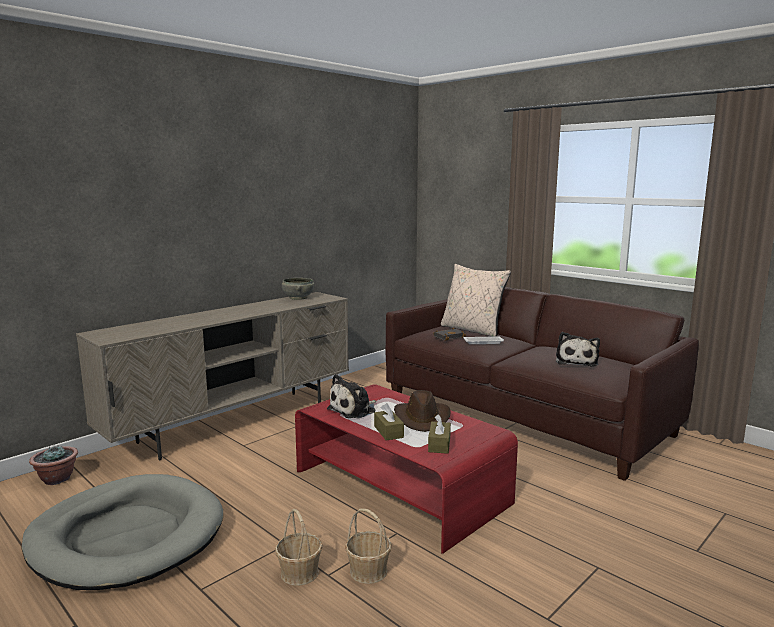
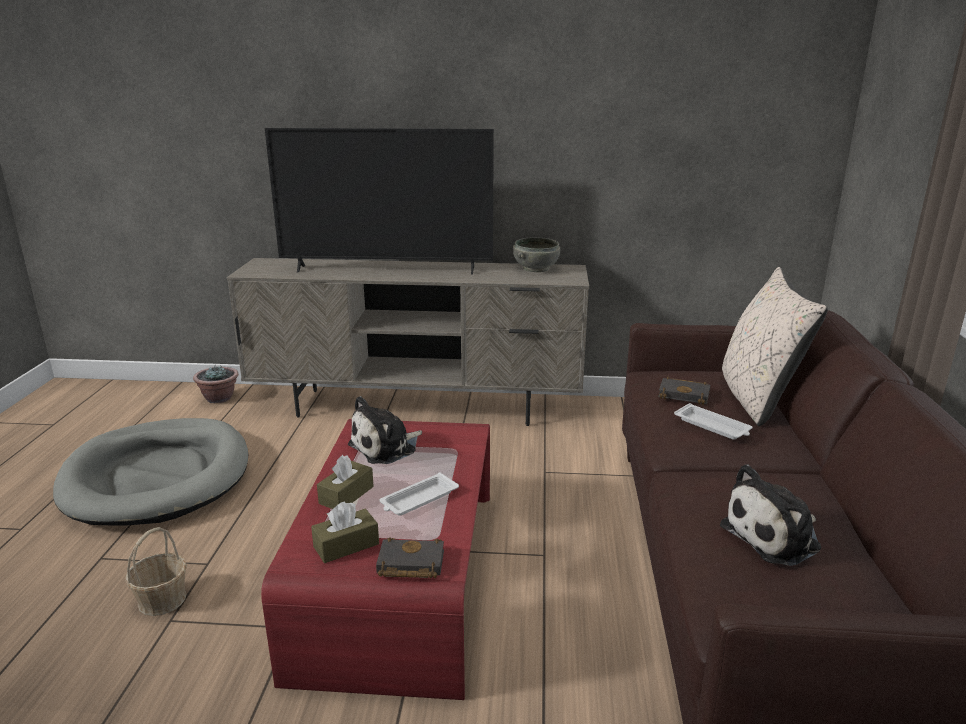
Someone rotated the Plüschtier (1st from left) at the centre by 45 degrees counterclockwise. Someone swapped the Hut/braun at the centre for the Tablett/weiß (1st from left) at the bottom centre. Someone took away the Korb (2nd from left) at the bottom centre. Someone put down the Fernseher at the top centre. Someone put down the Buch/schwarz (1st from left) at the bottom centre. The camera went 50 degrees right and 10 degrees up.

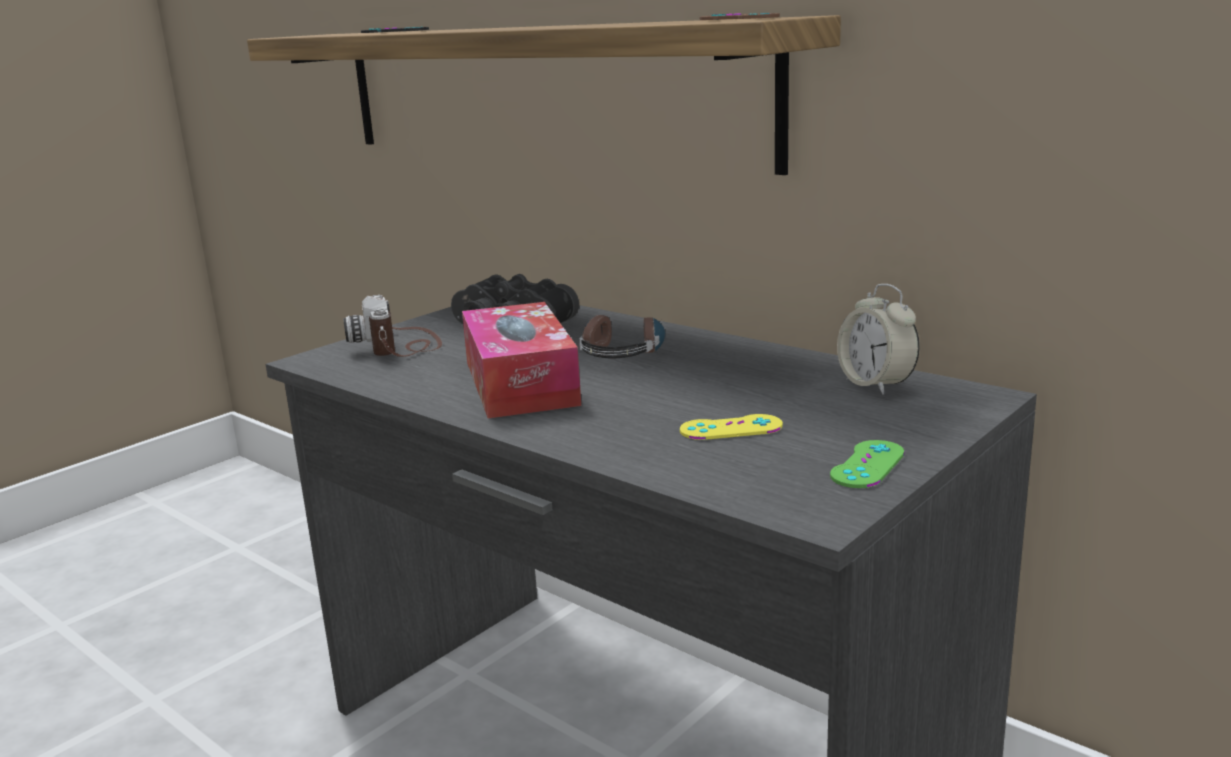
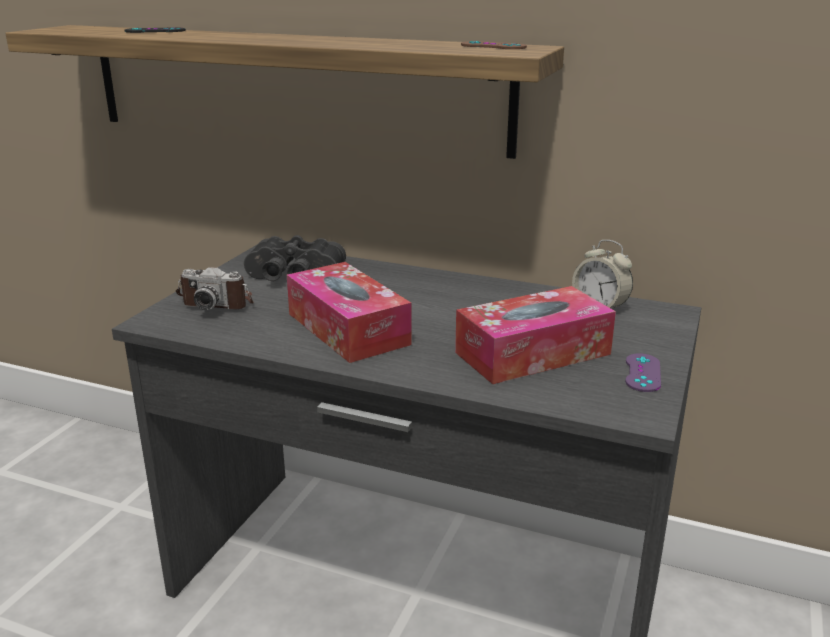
Someone rotated the Kamera at the middle left by 45 degrees counterclockwise. Someone took away the Kopfhörer at the centre. Someone swapped the Gamepad/gelb at the centre for the Taschentuchbox (2nd from left) at the centre. Someone repainted the Gamepad/grün at the middle right, which became the Gamepad/lila at the middle right. The camera went 20 degrees left and 5 degrees up.

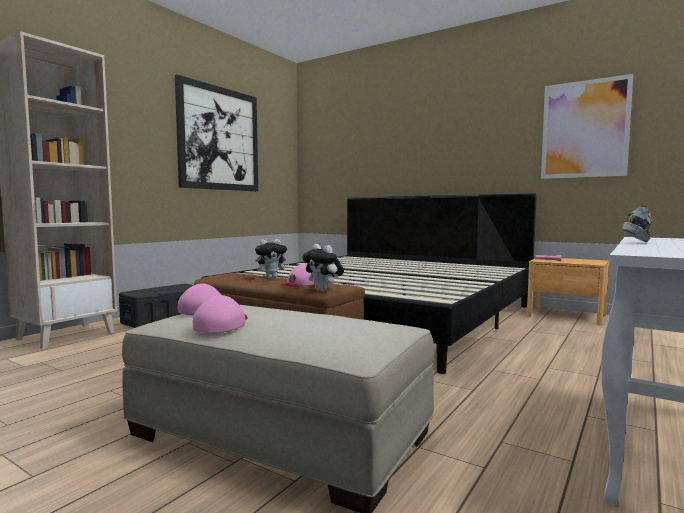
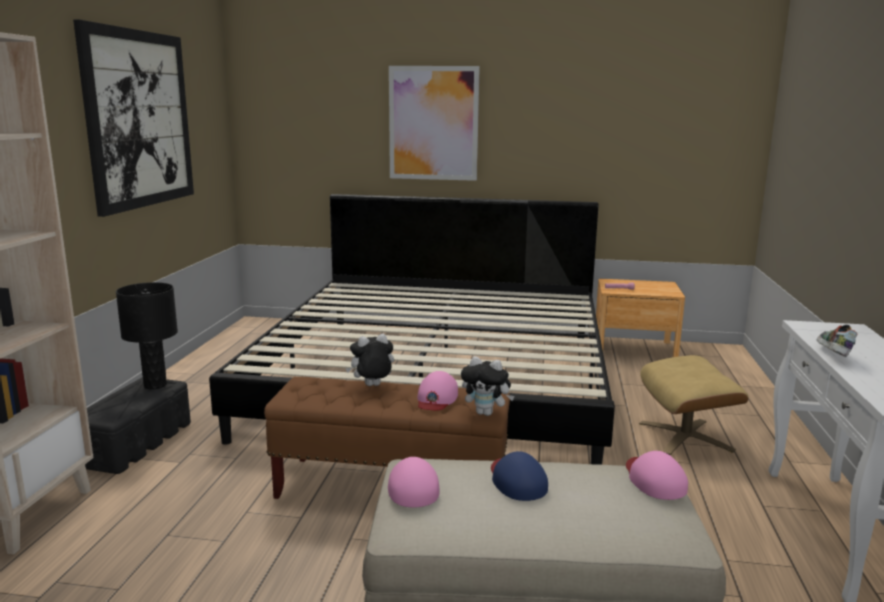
Someone carried the Bild (2nd from left) from the top right to the top centre. Someone rotated the Plüschtier (1st from left) at the centre by 150 degrees counterclockwise. Someone carried the Kappe/rosa (2nd from left in the first image) from the middle left to the bottom right. Someone put down the Tischlampe/schwarz at the middle left. Someone put down the Polsterhocker/beige (2nd from left) at the bottom right. Someone put down the Kappe/blau at the bottom centre. The camera went 25 degrees left and 10 degrees up.

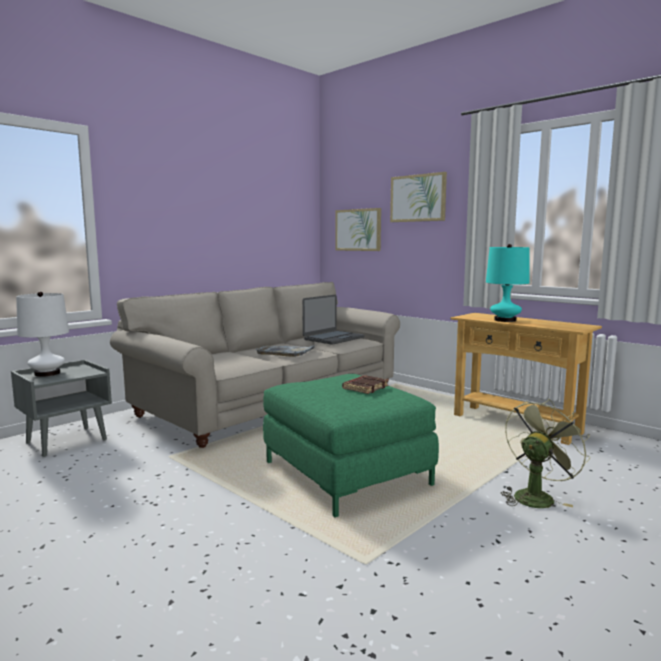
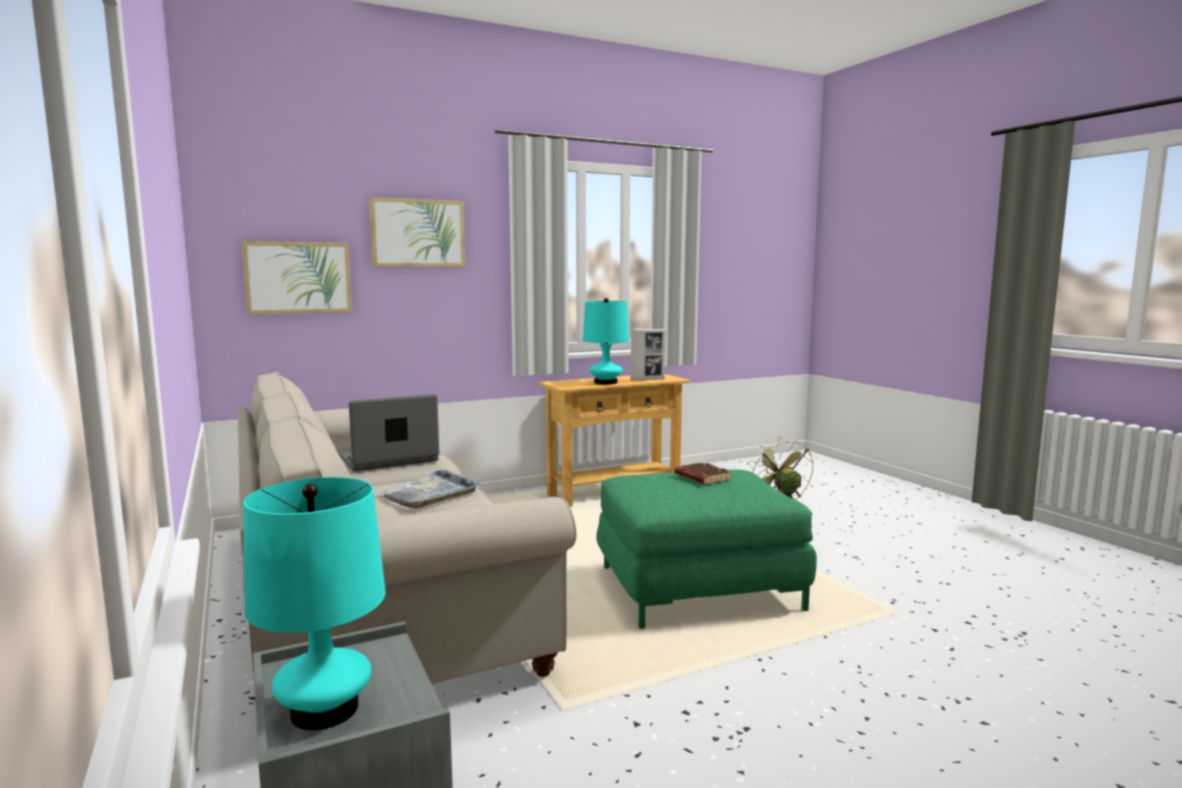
Someone repainted the Tischlampe/weiß at the middle left, which became the Tischlampe/türkis (1st from left) at the bottom left. Someone rotated the Laptop at the centre by 90 degrees counterclockwise. Someone put down the Bilderrahmen at the centre. The camera went 70 degrees left and 0 degrees up.

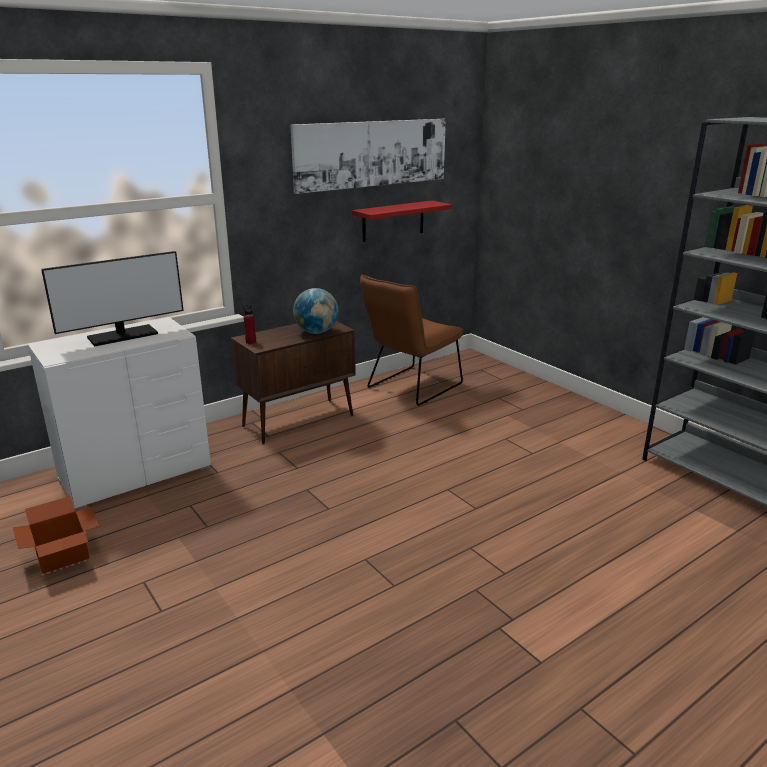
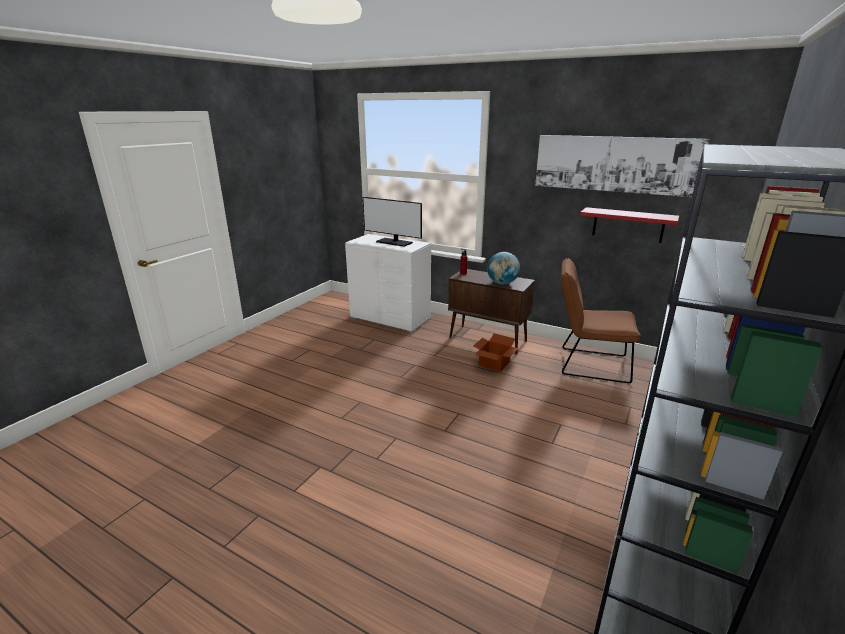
Someone carried the Karton from the bottom left to the centre. The camera went 65 degrees right and 0 degrees up.

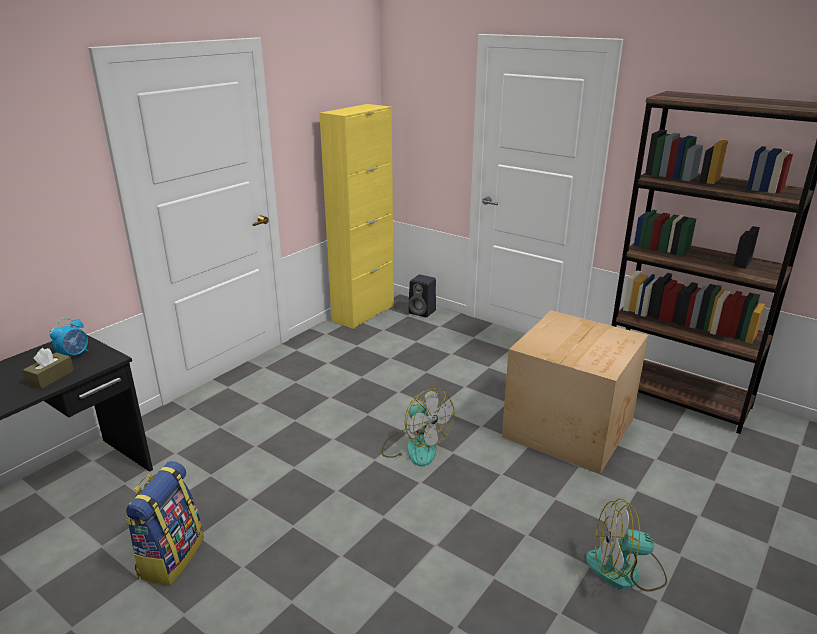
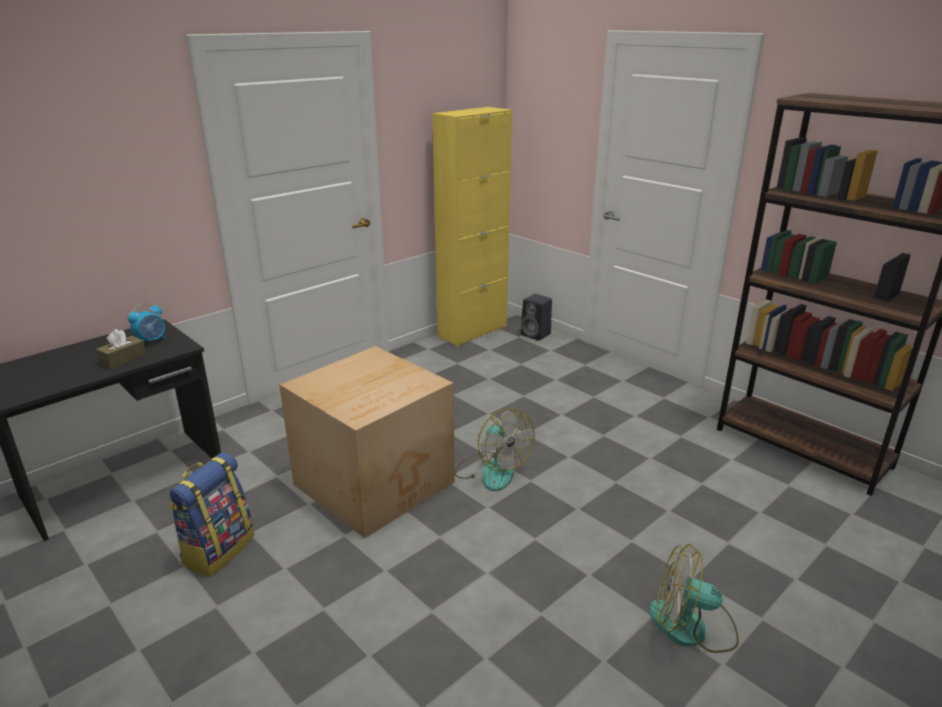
Someone carried the Karton from the middle right to the centre. The camera went 10 degrees right and 0 degrees up.

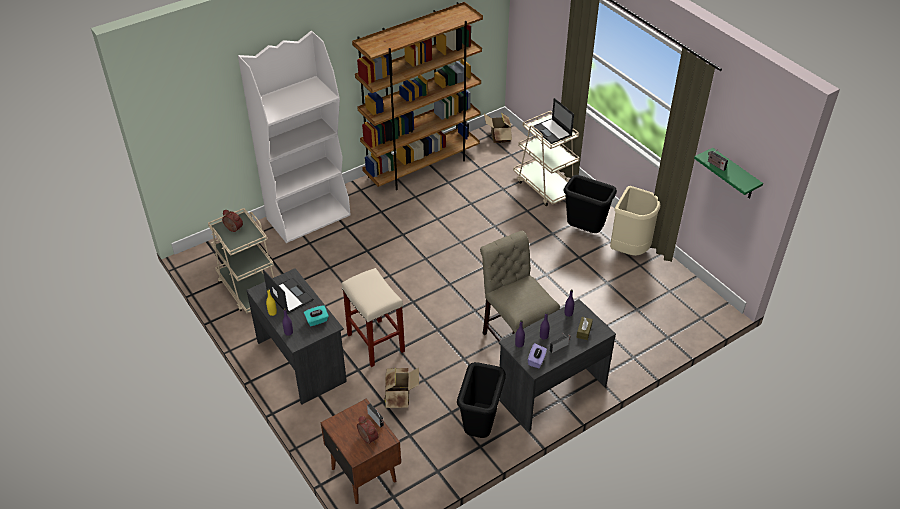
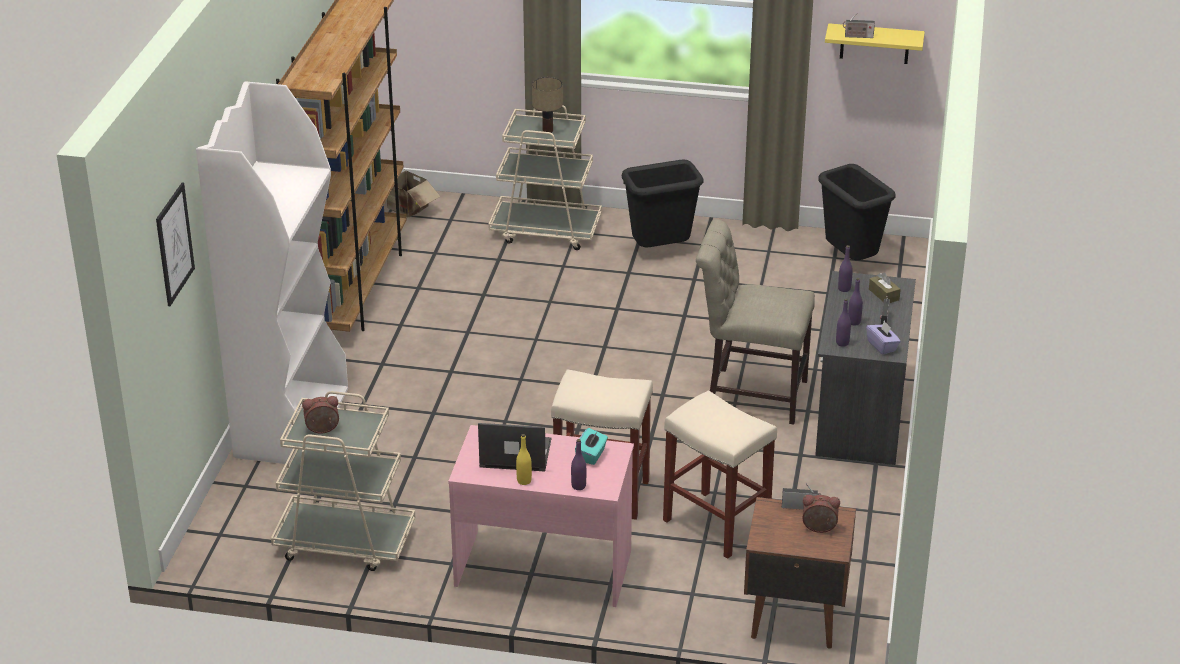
Someone swapped the Laptop (2nd from left) at the top centre for the Tischlampe at the top centre. Someone repainted the Wandregal/grün at the middle right, which became the Wandregal/gelb at the top right. Someone took away the Mülleimer/beige at the middle right. Someone repainted the Schreibtisch/grau (1st from left) at the middle left, which became the Schreibtisch/rosa at the bottom centre. Someone carried the Mülleimer/schwarz (1st from left in the first image) from the bottom centre to the top right. Someone swapped the Karton (1st from left) at the bottom centre for the Hocker/beige (2nd from left) at the bottom centre. Someone put up the Bild at the middle left. The camera went 45 degrees left and 10 degrees down.

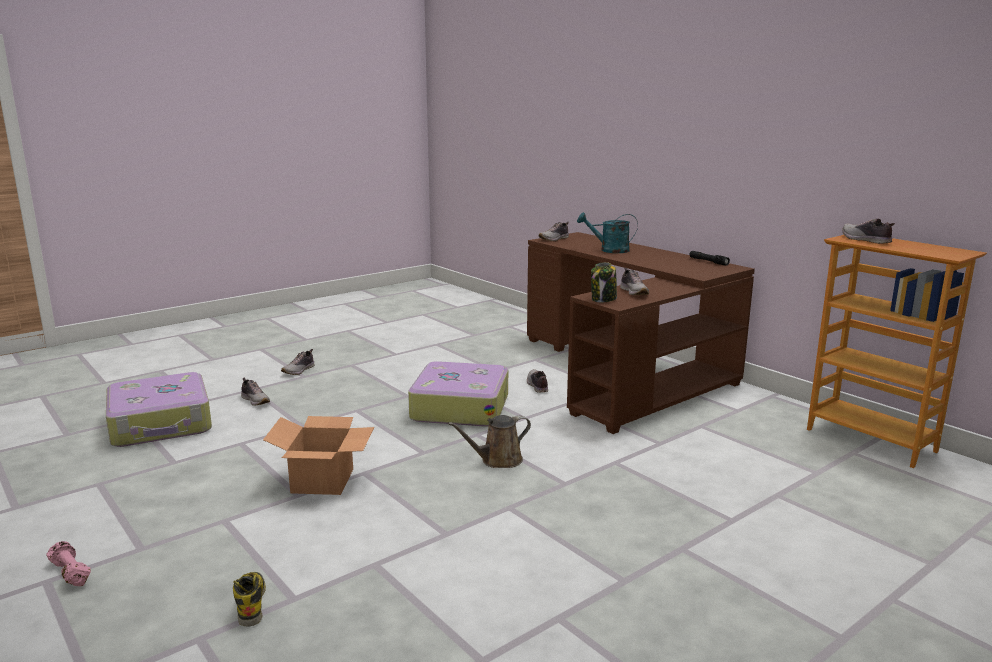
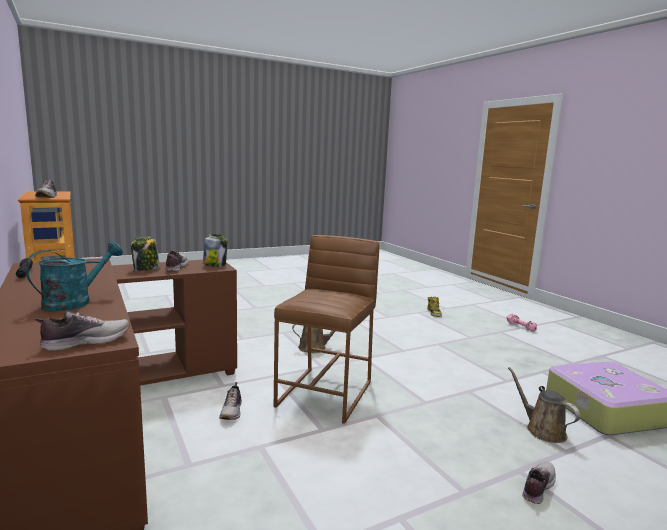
Someone rotated the Gießkanne/türkis at the centre by 75 degrees counterclockwise. Someone swapped the Koffer (2nd from left) at the centre for the Hocker/braun at the centre. Someone swapped the Schuh (1st from left) at the middle left for the Gießkanne/braun (2nd from left) at the bottom right. Someone took away the Karton at the bottom left. Someone put down the Vorratsglas (1st from left) at the middle left. The camera went 170 degrees left and 5 degrees down.

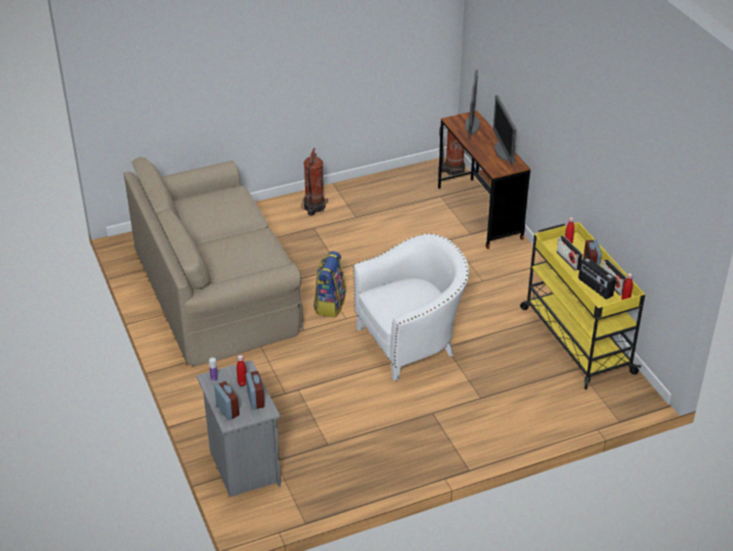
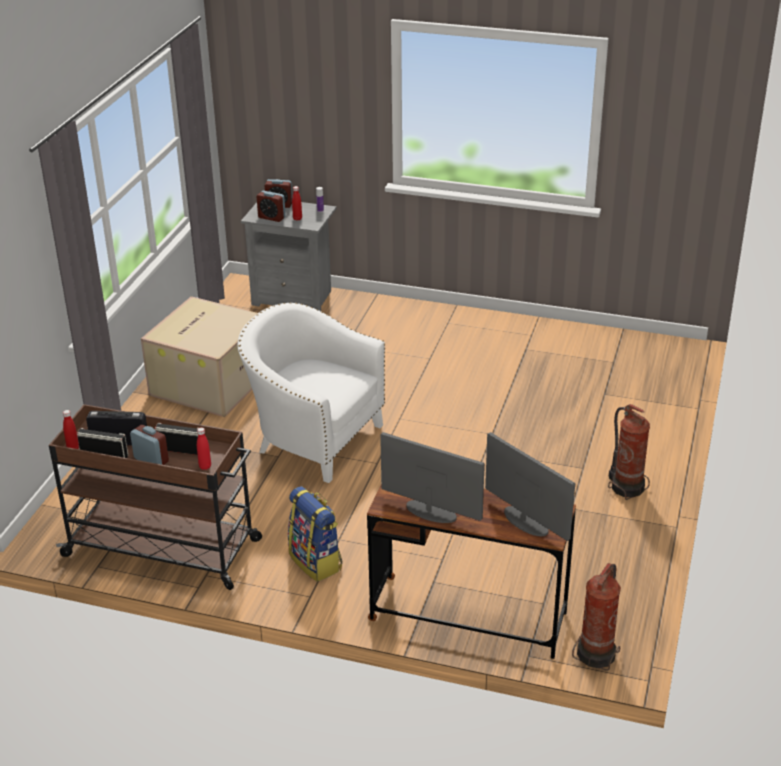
Someone took away the Sofa/beige at the middle left. Someone repainted the Rollwagen/gelb at the middle right, which became the Rollwagen/braun at the middle left. Someone rotated the Sessel/weiß at the centre by 105 degrees clockwise. Someone carried the Rucksack from the centre to the bottom centre. Someone put down the Karton at the middle left. The camera went 130 degrees right and 5 degrees down.

